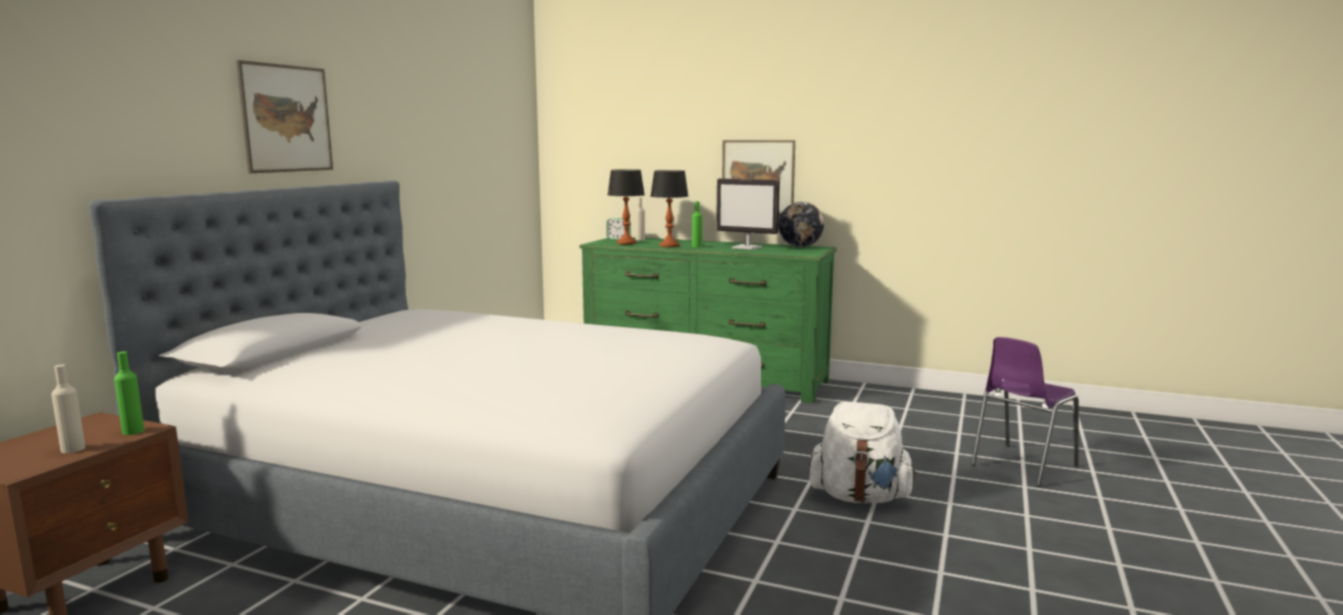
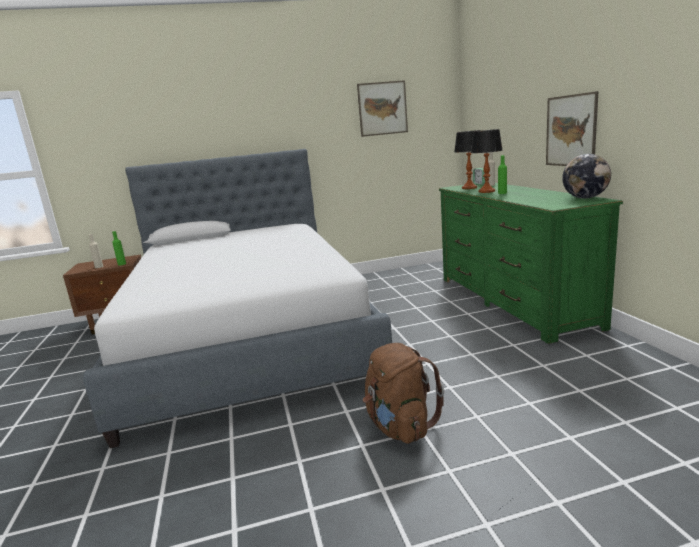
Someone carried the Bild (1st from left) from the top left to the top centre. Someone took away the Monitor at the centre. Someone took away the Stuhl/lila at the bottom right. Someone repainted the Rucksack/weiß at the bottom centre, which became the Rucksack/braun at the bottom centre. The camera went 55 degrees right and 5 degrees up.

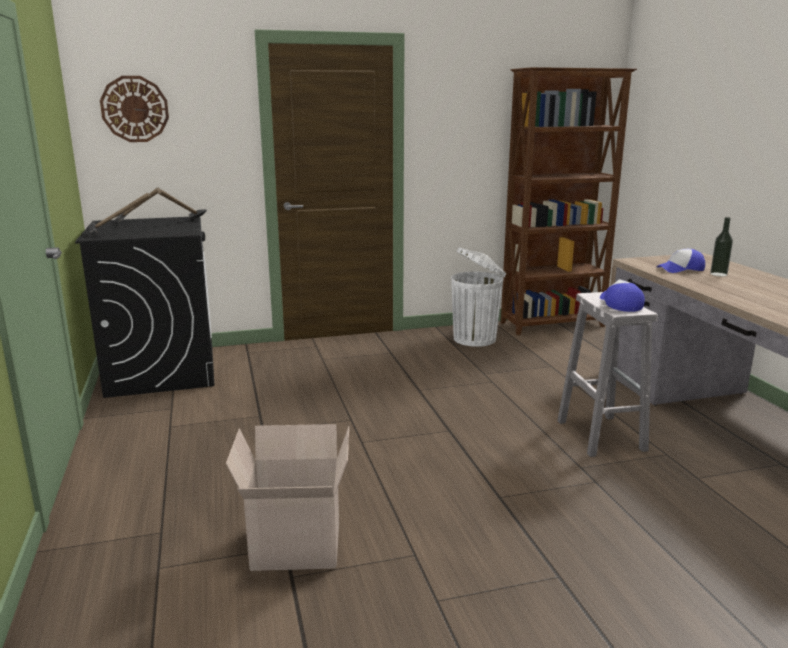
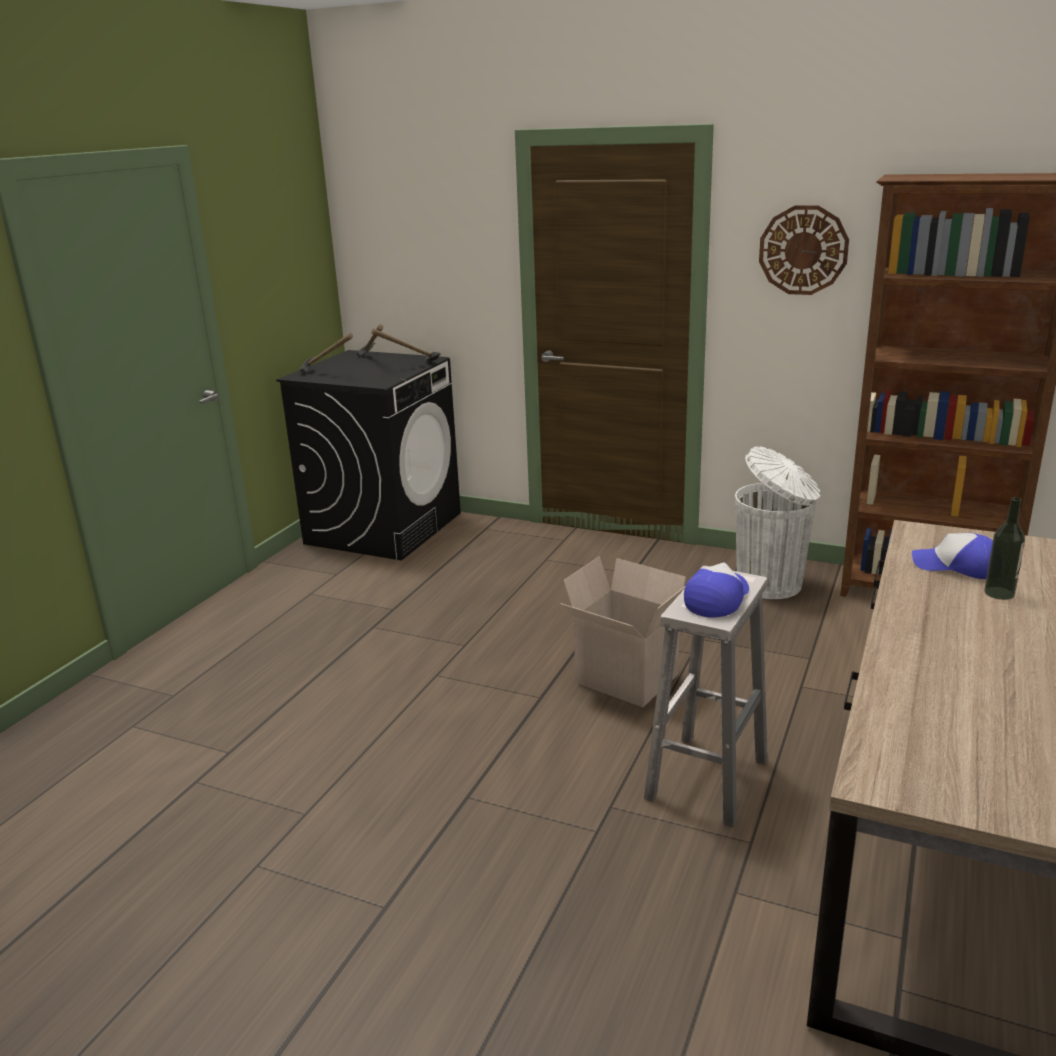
Someone carried the Wanduhr from the top left to the top right. Someone carried the Karton from the bottom centre to the centre. The camera went 40 degrees right and 5 degrees up.

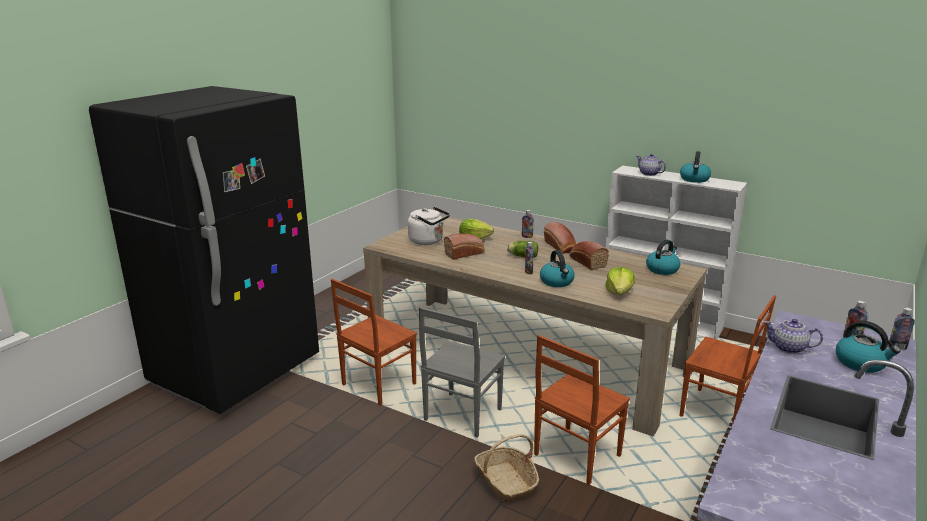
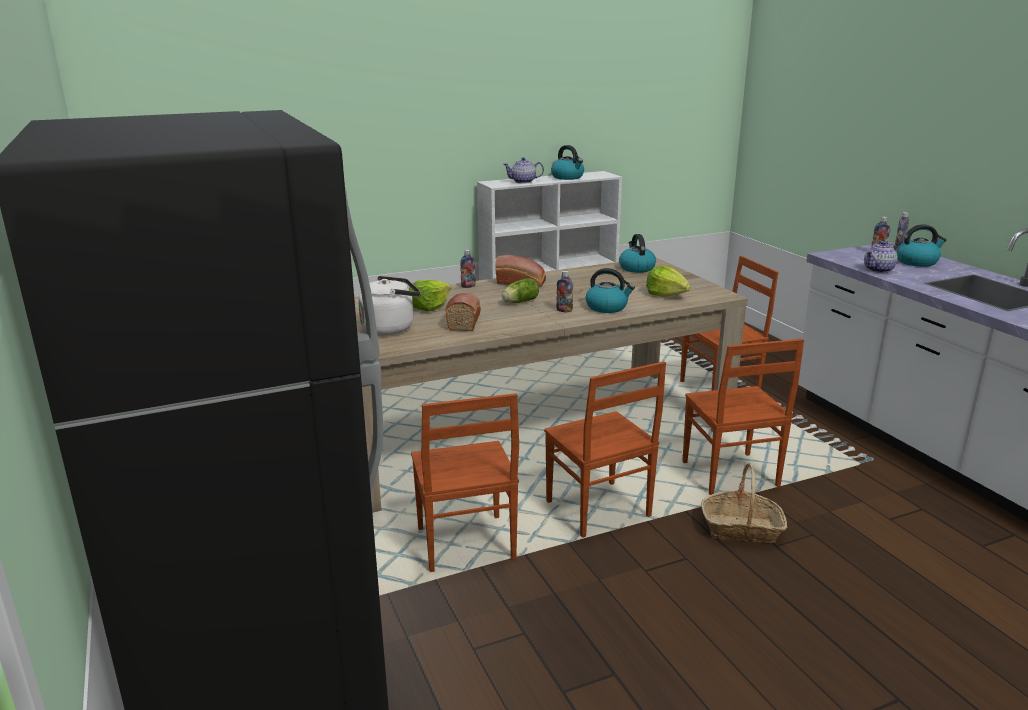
Someone took away the Brot (3rd from left) at the centre. Someone repainted the Stuhl/grau at the bottom centre, which became the Stuhl/braun (2nd from left) at the centre. The camera went 55 degrees left and 0 degrees up.

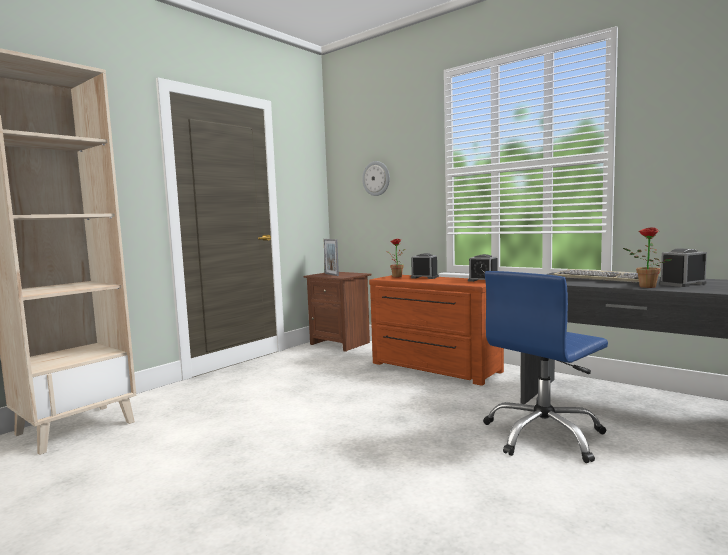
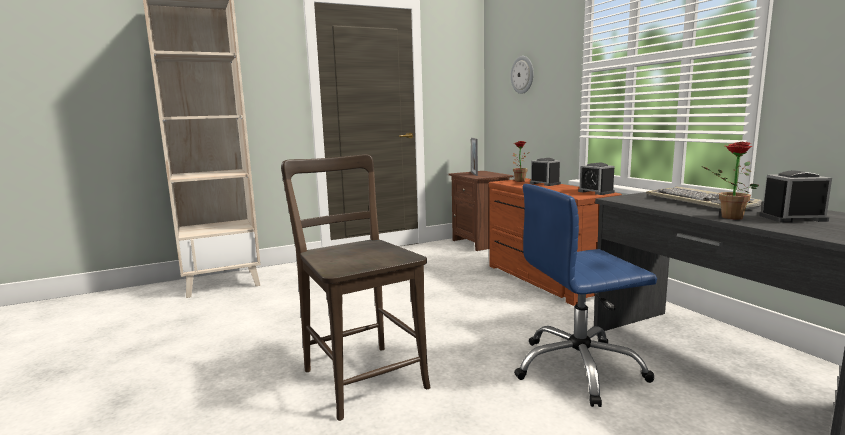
Someone put down the Stuhl/braun at the centre. The camera went 25 degrees right and 5 degrees up.

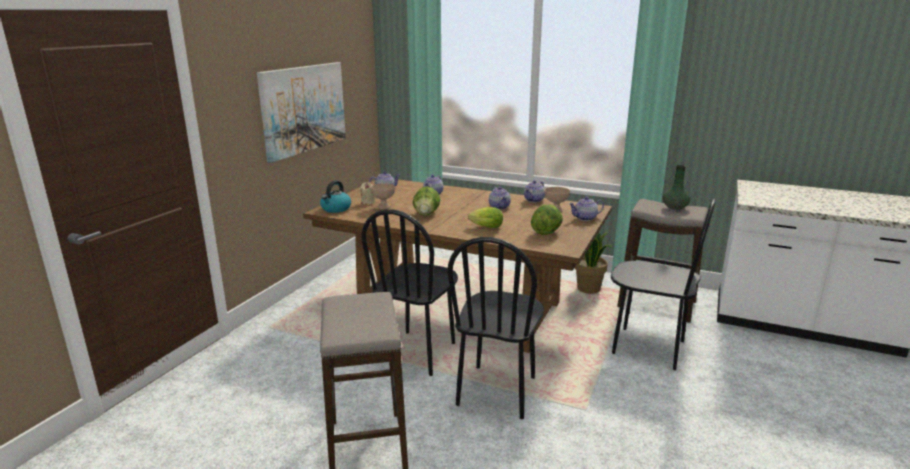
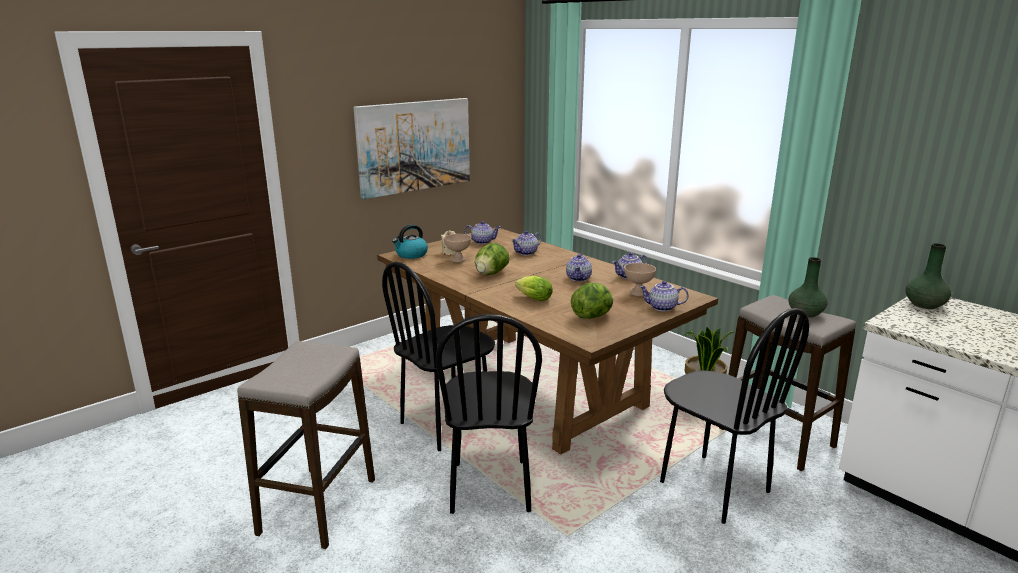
Someone rotated the Stuhl/schwarz (2nd from left) at the bottom centre by 45 degrees counterclockwise. Someone put down the Vase/grün (2nd from left) at the middle right. The camera went 25 degrees right and 0 degrees up.

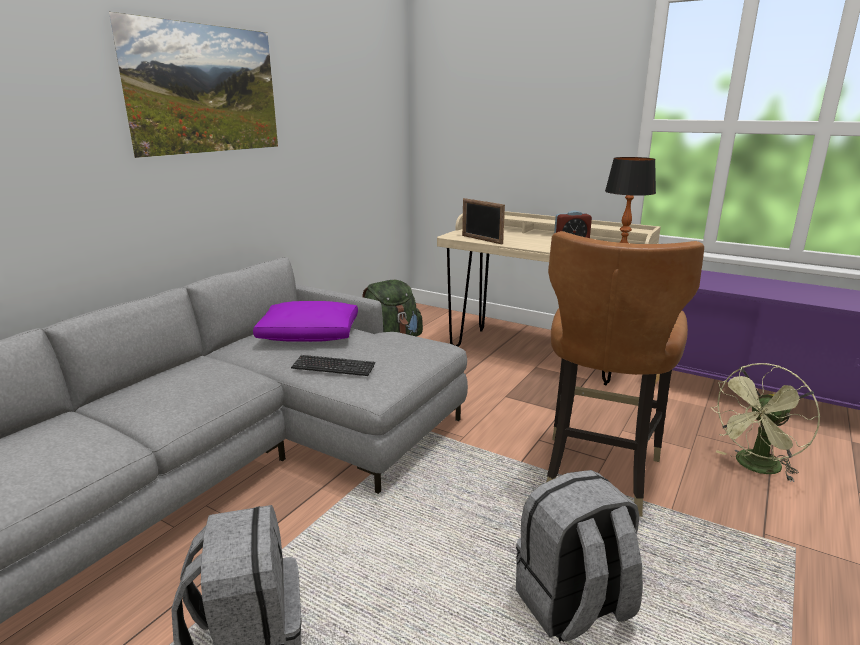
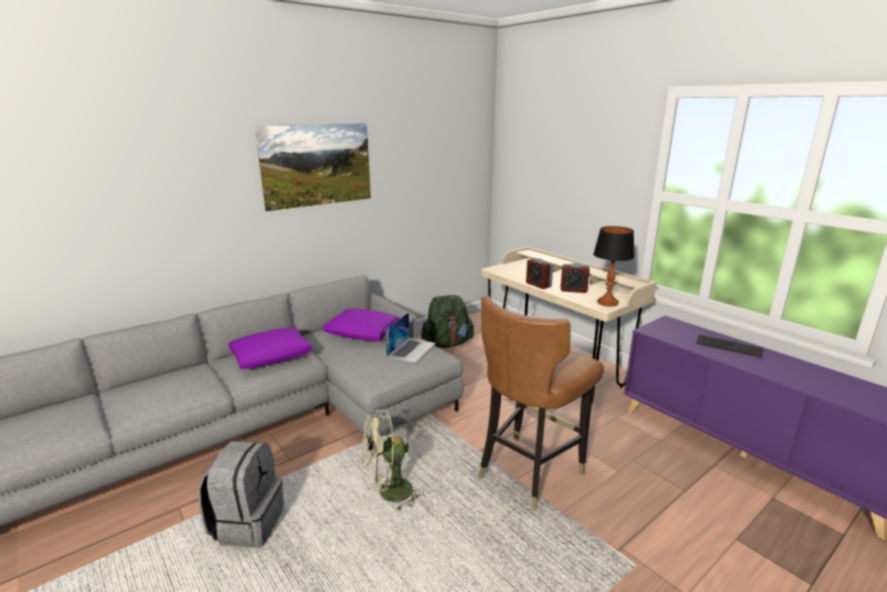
Someone took away the Bilderrahmen at the centre. Someone carried the Tastatur from the centre to the middle right. Someone carried the Ventilator/grün from the middle right to the bottom centre. Someone took away the Rucksack/grau (2nd from left) at the bottom right. Someone put down the Wecker (1st from left) at the centre. Someone put down the Laptop at the centre. Someone put down the Kissen/lila (1st from left) at the middle left. The camera went 20 degrees right and 0 degrees up.

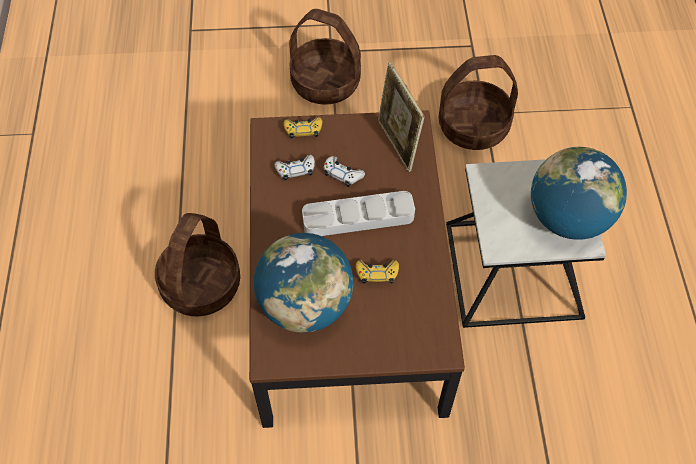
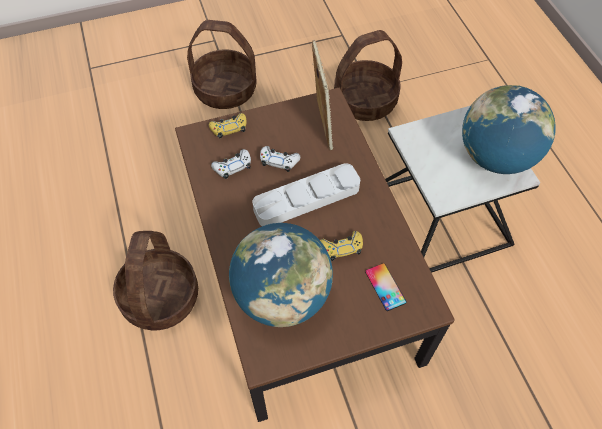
Someone rotated the Bilderrahmen at the top centre by 150 degrees counterclockwise. Someone put down the Handy at the bottom centre. The camera went 15 degrees left and 0 degrees up.

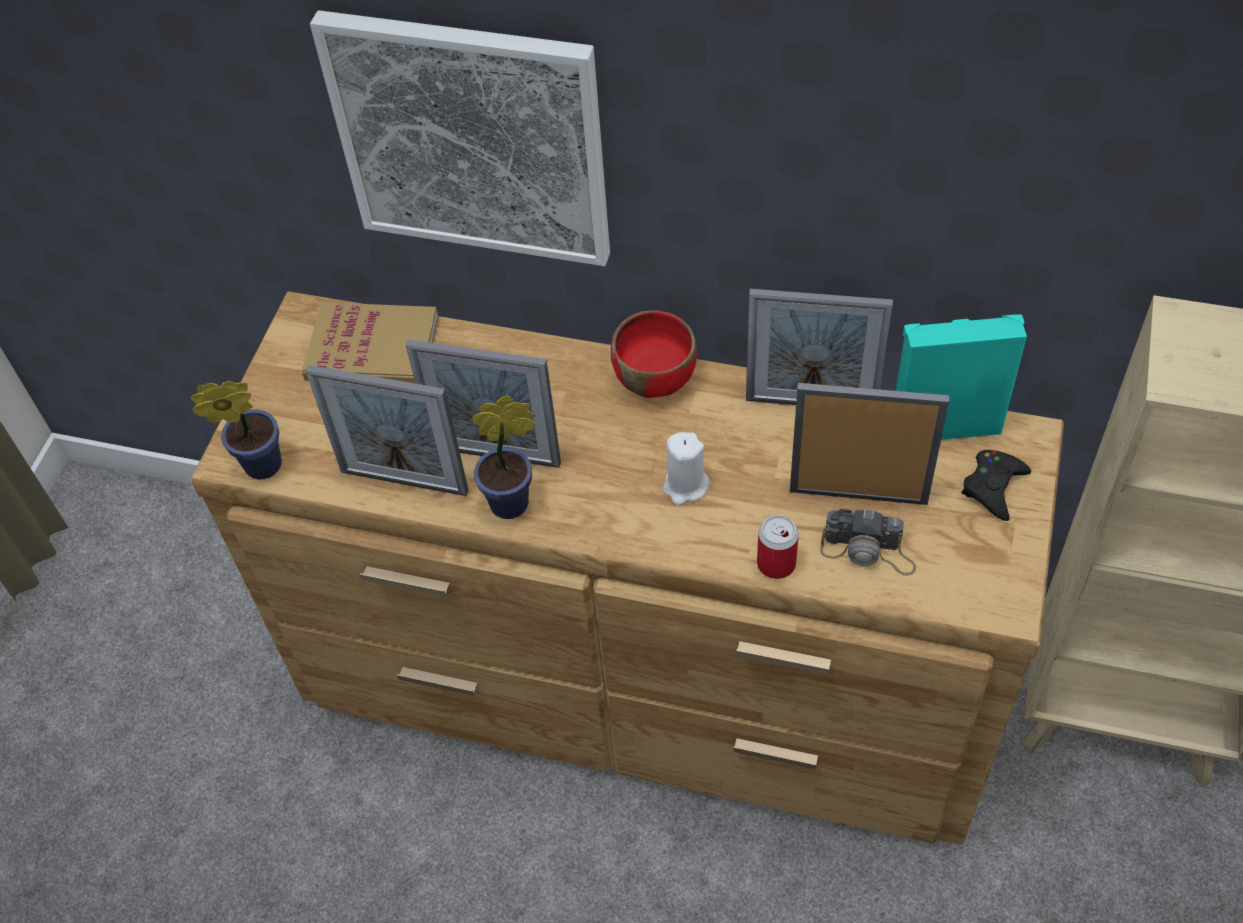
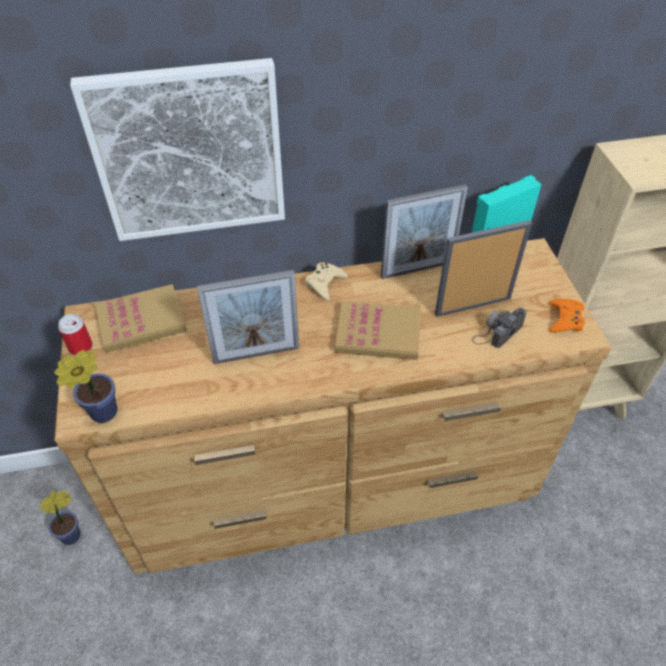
Someone swapped the Schüssel/rot at the centre for the Gamepad/beige at the centre. Someone took away the Bilderrahmen (1st from left) at the middle left. Someone carried the Topfpflanze (2nd from left in the first image) from the centre to the bottom left. Someone swapped the Kerze/weiß at the centre for the Buch (2nd from left) at the centre. Someone took away the Gamepad/schwarz at the middle right. Someone rotated the Kamera at the middle right by 150 degrees clockwise. Someone carried the Dose from the centre to the middle left. Someone put down the Gamepad/orange at the middle right. The camera went 30 degrees left and 5 degrees down.

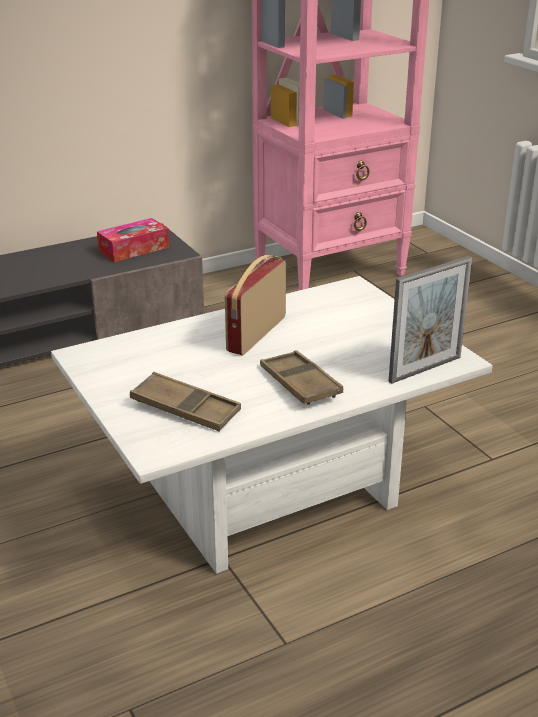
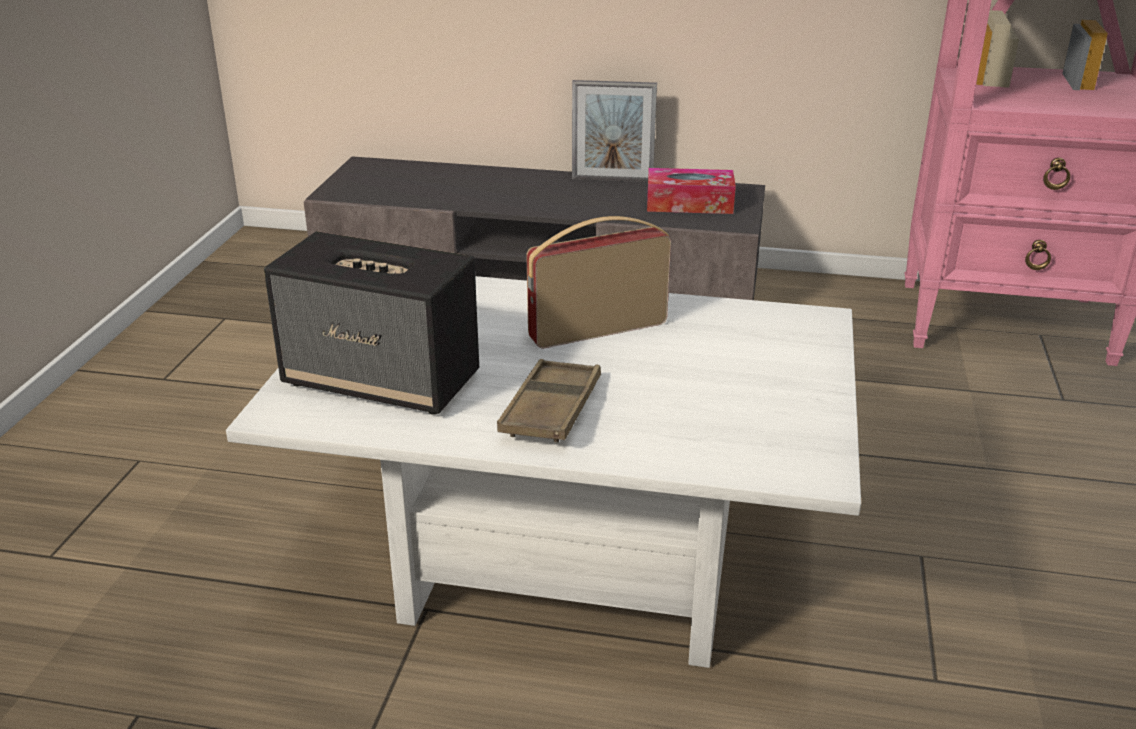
Someone carried the Bilderrahmen from the middle right to the top centre. Someone swapped the Tablett/braun (1st from left) at the centre for the Lautsprecher at the middle left. The camera went 40 degrees right and 0 degrees up.

